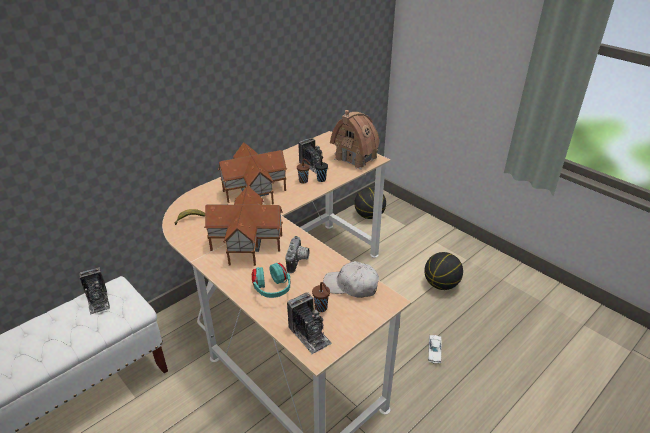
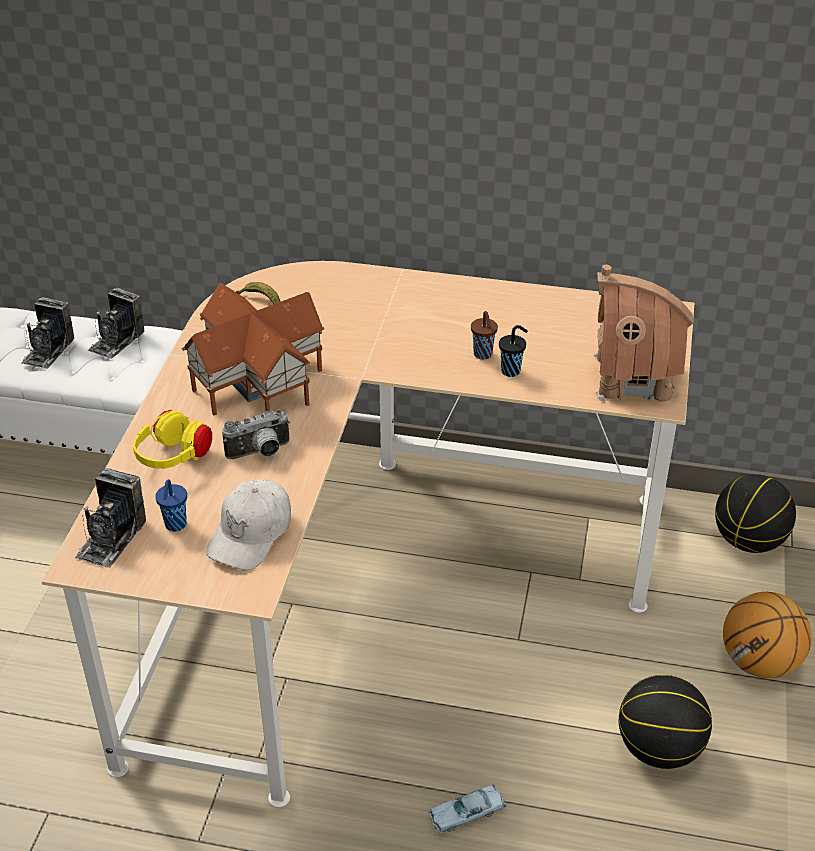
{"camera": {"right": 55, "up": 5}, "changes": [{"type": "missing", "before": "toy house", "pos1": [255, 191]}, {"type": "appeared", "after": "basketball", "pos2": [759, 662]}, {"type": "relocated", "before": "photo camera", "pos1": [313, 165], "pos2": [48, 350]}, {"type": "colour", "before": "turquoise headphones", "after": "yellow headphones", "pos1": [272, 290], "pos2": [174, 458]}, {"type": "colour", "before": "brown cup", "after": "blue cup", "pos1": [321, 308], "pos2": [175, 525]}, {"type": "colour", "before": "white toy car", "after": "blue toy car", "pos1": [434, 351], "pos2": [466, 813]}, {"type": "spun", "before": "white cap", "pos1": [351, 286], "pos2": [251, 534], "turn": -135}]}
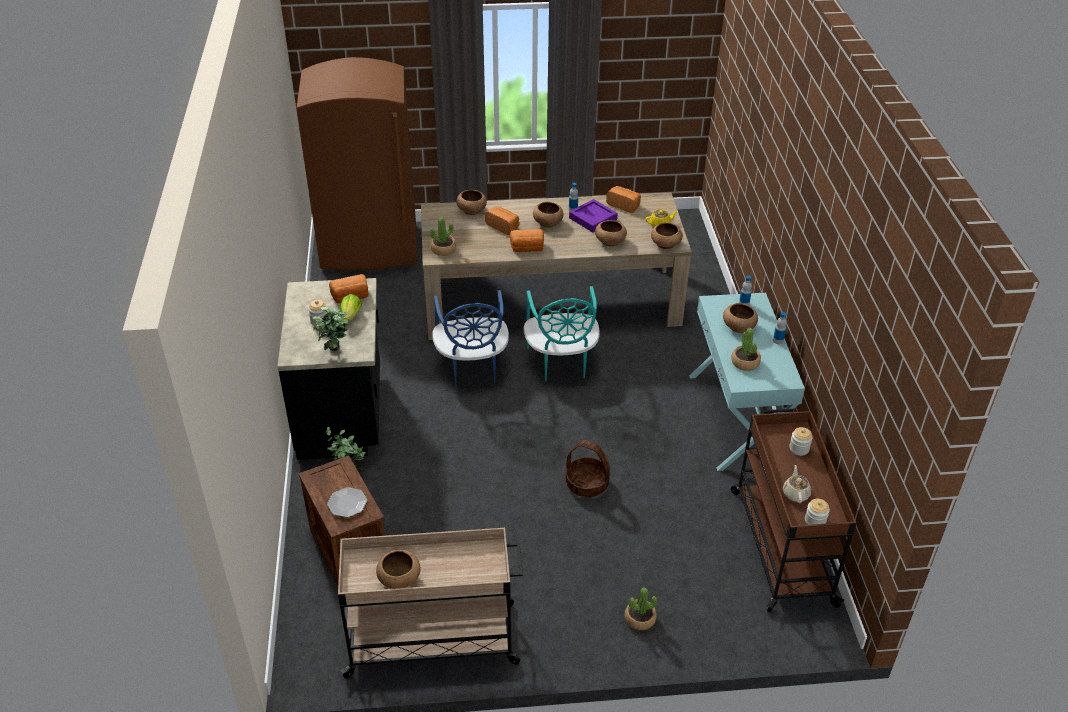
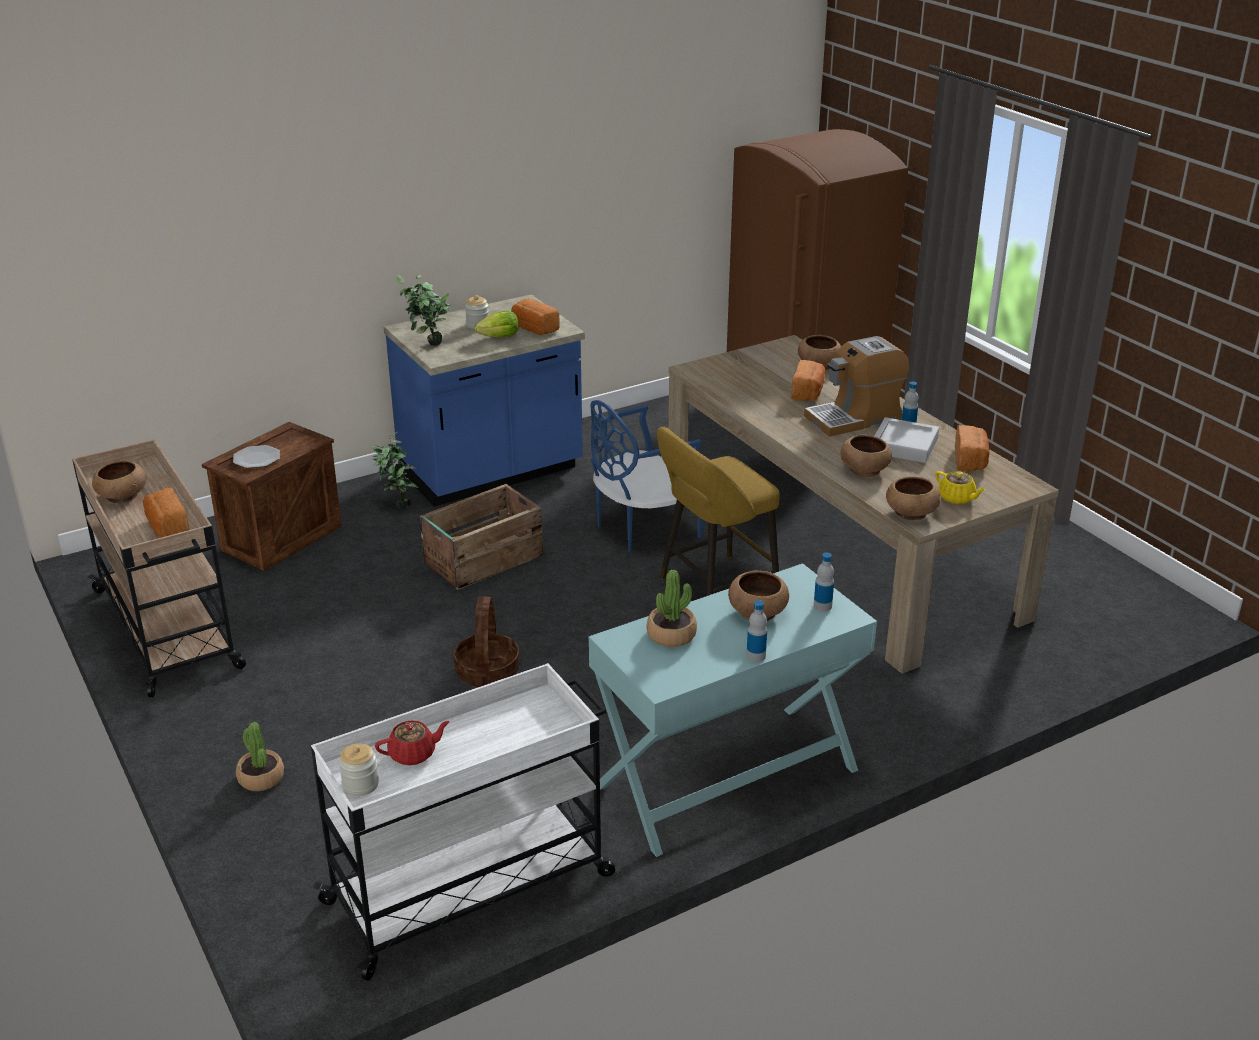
{"camera": {"right": 65, "up": -10}, "changes": [{"type": "missing", "before": "potted plant", "pos1": [443, 249]}, {"type": "missing", "before": "jar", "pos1": [799, 449]}, {"type": "appeared", "after": "crate", "pos2": [482, 560]}, {"type": "relocated", "before": "bread", "pos1": [527, 249], "pos2": [167, 527]}, {"type": "exchanged", "before": "turquoise chair", "after": "yellow stool", "pos1": [561, 363], "pos2": [713, 590]}, {"type": "exchanged", "before": "brown bowl", "after": "coffee machine", "pos1": [548, 222], "pos2": [854, 418]}, {"type": "colour", "before": "black counter", "after": "blue counter", "pos1": [343, 413], "pos2": [491, 472]}, {"type": "colour", "before": "purple tray", "after": "grey tray", "pos1": [593, 219], "pos2": [904, 446]}, {"type": "colour", "before": "brown cart", "after": "white cart", "pos1": [781, 545], "pos2": [472, 888]}, {"type": "colour", "before": "beige teapot", "after": "red teapot", "pos1": [795, 493], "pos2": [413, 754]}]}
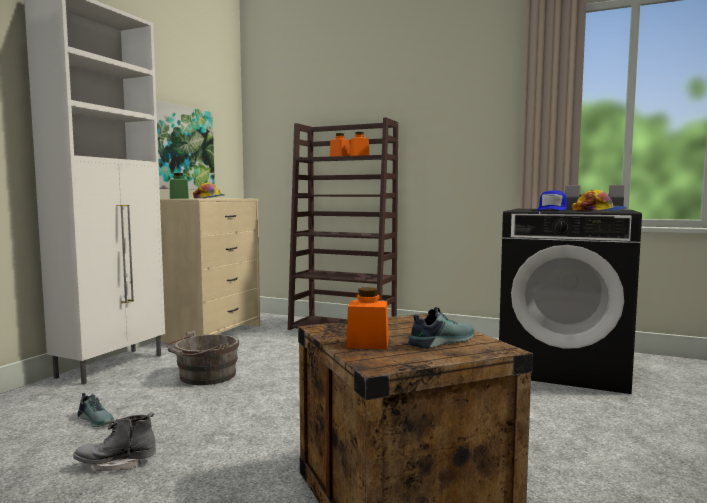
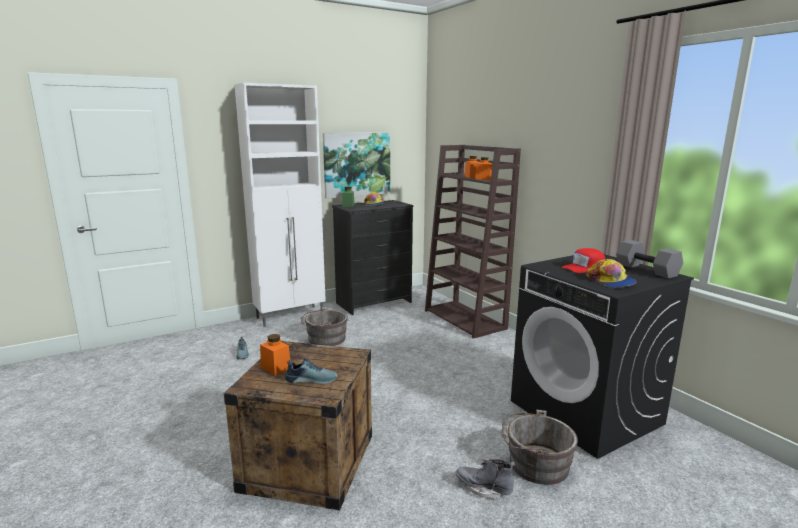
{"camera": {"right": 35, "up": 10}, "changes": [{"type": "appeared", "after": "grey bucket", "pos2": [535, 464]}, {"type": "relocated", "before": "grey boot", "pos1": [116, 464], "pos2": [484, 489]}, {"type": "colour", "before": "beige dresser", "after": "black dresser", "pos1": [214, 333], "pos2": [374, 303]}, {"type": "colour", "before": "blue cap", "after": "red cap", "pos1": [552, 210], "pos2": [584, 267]}]}
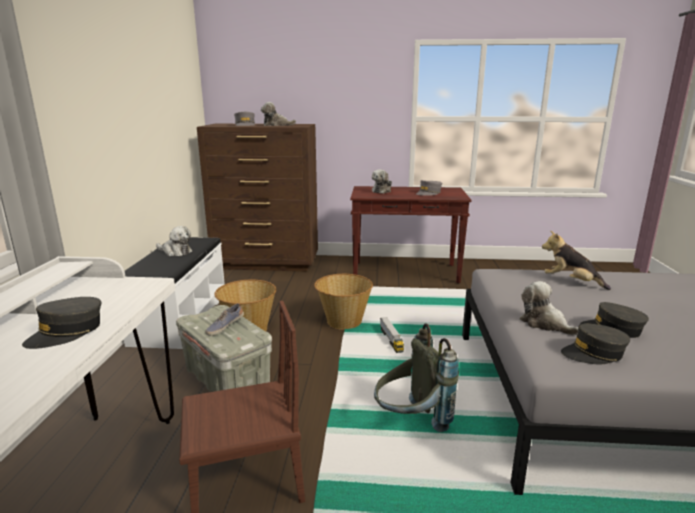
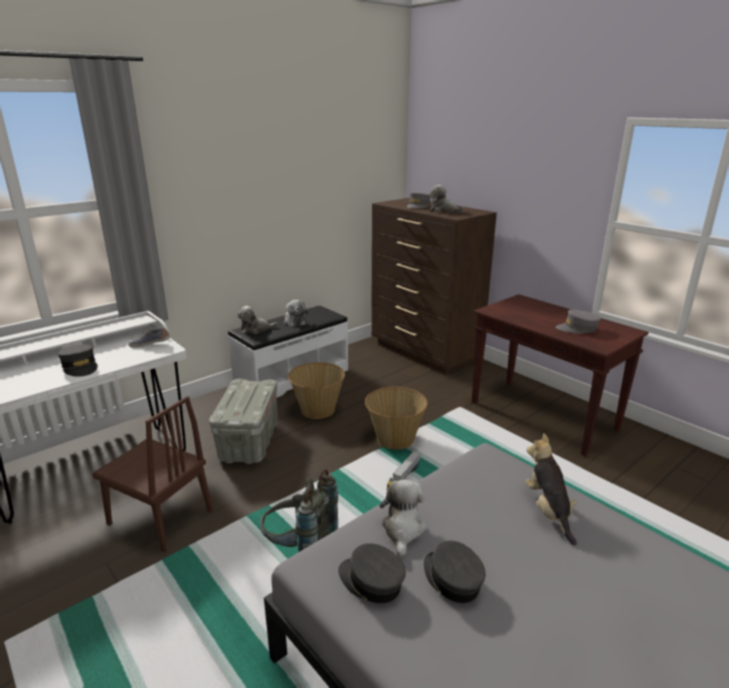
{"camera": {"right": 45, "up": 5}, "changes": [{"type": "relocated", "before": "shoe", "pos1": [224, 326], "pos2": [150, 344]}, {"type": "relocated", "before": "plush toy", "pos1": [382, 191], "pos2": [256, 329]}, {"type": "spun", "before": "grey cap", "pos1": [67, 332], "pos2": [80, 367], "turn": -120}]}
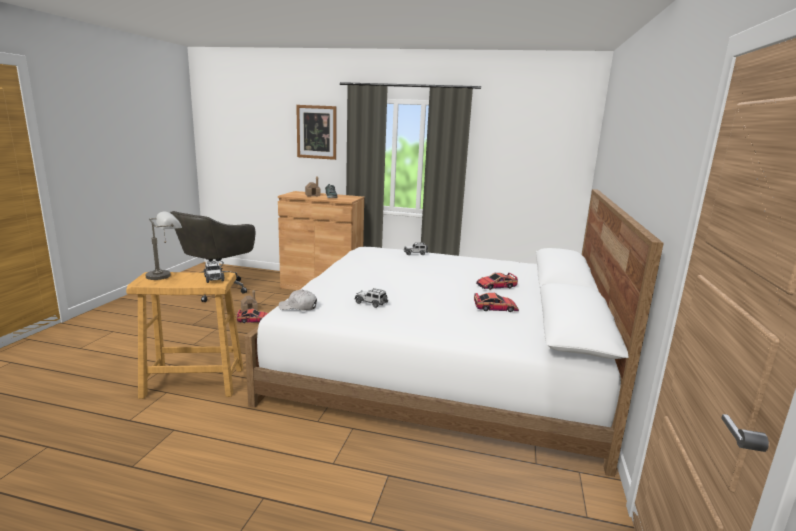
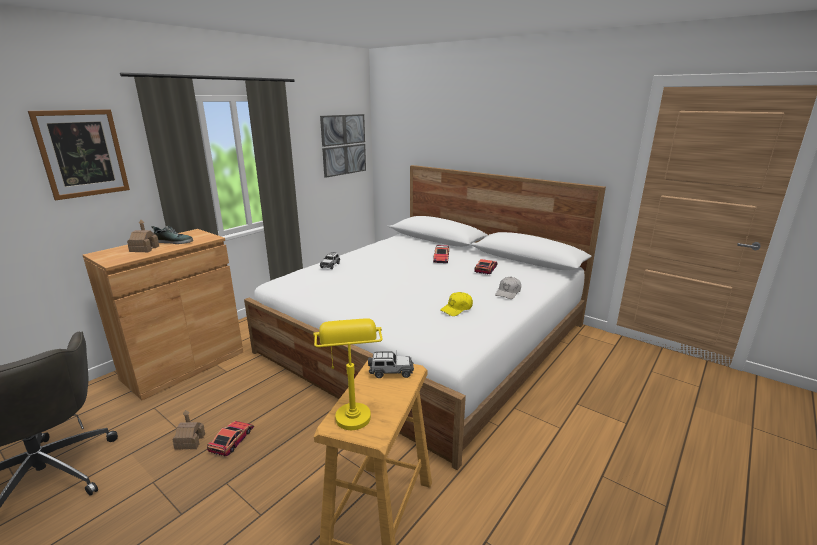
{"camera": {"right": -65, "up": 5}, "changes": [{"type": "appeared", "after": "picture", "pos2": [343, 145]}, {"type": "relocated", "before": "white cap", "pos1": [298, 307], "pos2": [508, 292]}, {"type": "exchanged", "before": "toy car", "after": "yellow cap", "pos1": [371, 303], "pos2": [457, 309]}, {"type": "colour", "before": "grey table lamp", "after": "yellow table lamp", "pos1": [166, 275], "pos2": [351, 410]}]}
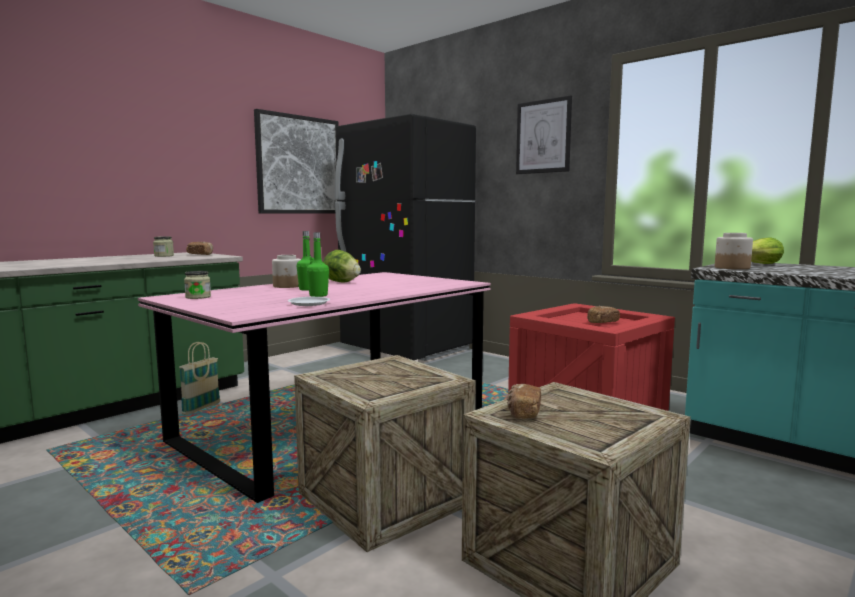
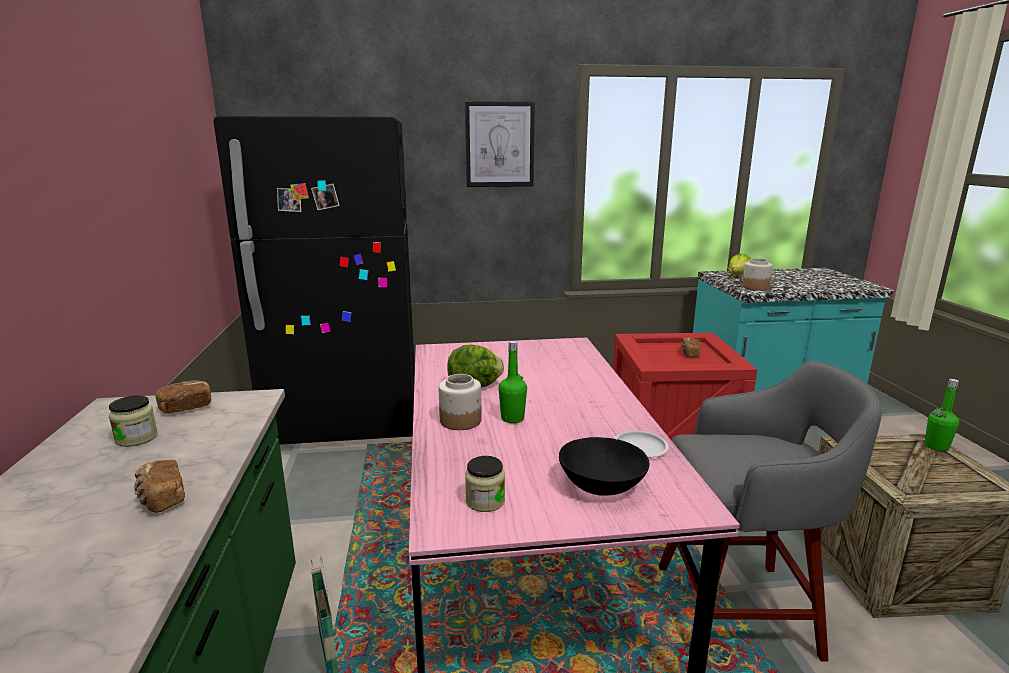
{"camera": {"right": -50, "up": 10}, "changes": [{"type": "missing", "before": "picture", "pos1": [298, 165]}, {"type": "appeared", "after": "black bowl", "pos2": [602, 485]}, {"type": "relocated", "before": "green bottle", "pos1": [318, 295], "pos2": [936, 446]}, {"type": "relocated", "before": "bread", "pos1": [523, 413], "pos2": [161, 499]}, {"type": "exchanged", "before": "crate", "after": "grey stool", "pos1": [385, 499], "pos2": [741, 610]}]}
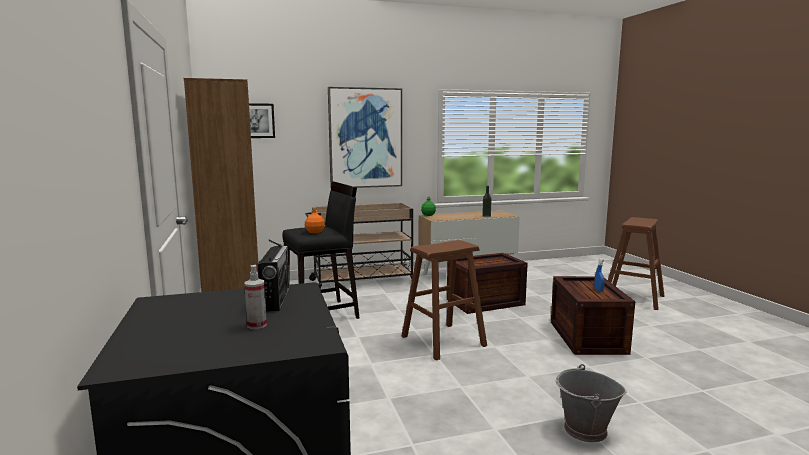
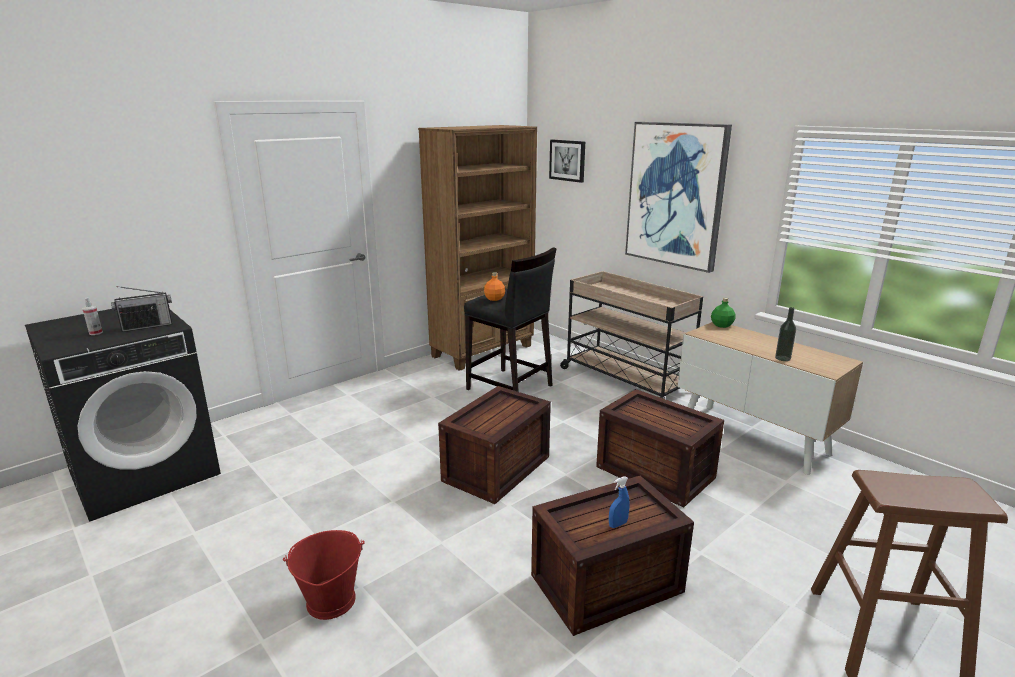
{"camera": {"right": 65, "up": 10}, "changes": [{"type": "exchanged", "before": "brown stool", "after": "crate", "pos1": [443, 341], "pos2": [497, 468]}, {"type": "colour", "before": "grey bucket", "after": "red bucket", "pos1": [585, 430], "pos2": [330, 601]}]}
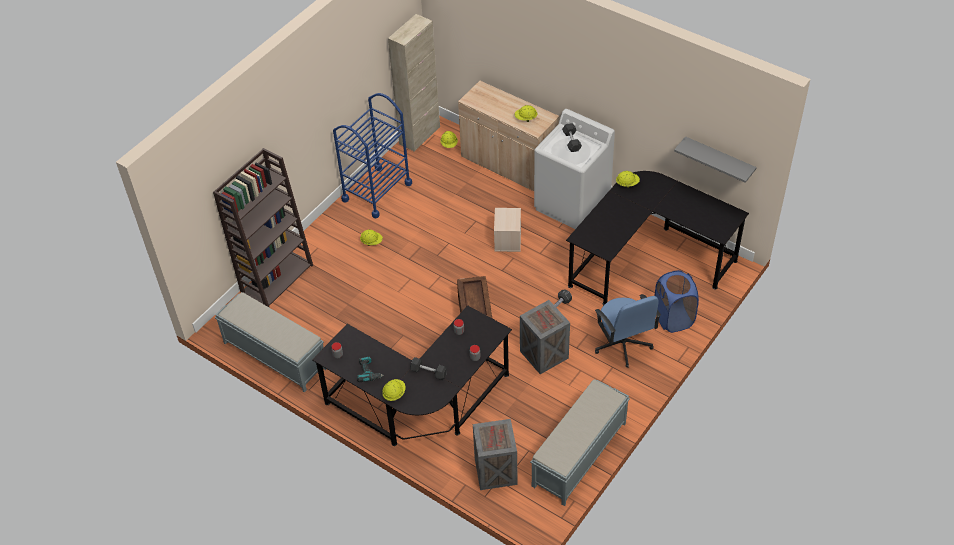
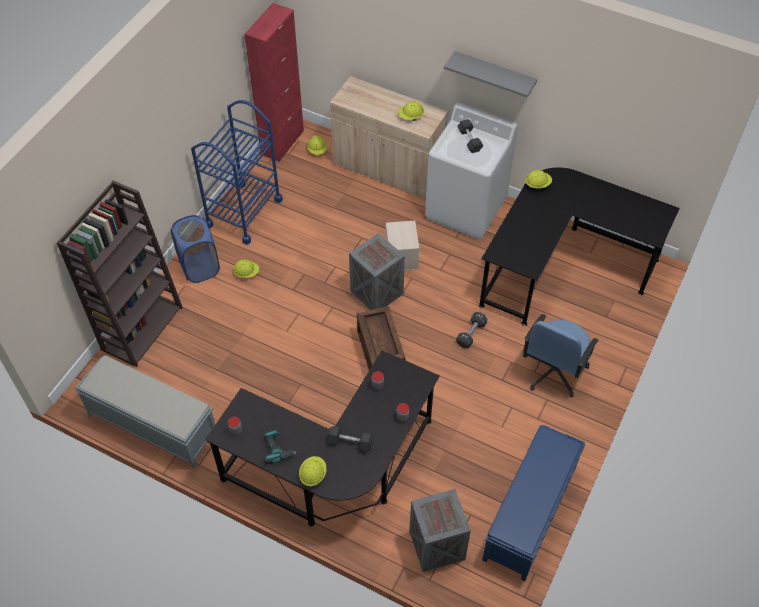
{"camera": {"right": -10, "up": 5}, "changes": [{"type": "relocated", "before": "crate", "pos1": [544, 355], "pos2": [376, 293]}, {"type": "relocated", "before": "blue laundry basket", "pos1": [673, 318], "pos2": [199, 267]}, {"type": "relocated", "before": "grey shelf", "pos1": [719, 159], "pos2": [494, 74]}, {"type": "colour", "before": "beige cabinet", "after": "red cabinet", "pos1": [420, 135], "pos2": [282, 142]}, {"type": "colour", "before": "grey bench", "after": "blue bench", "pos1": [579, 455], "pos2": [529, 514]}, {"type": "spun", "before": "blue office chair", "pos1": [622, 344], "pos2": [553, 371], "turn": 60}]}
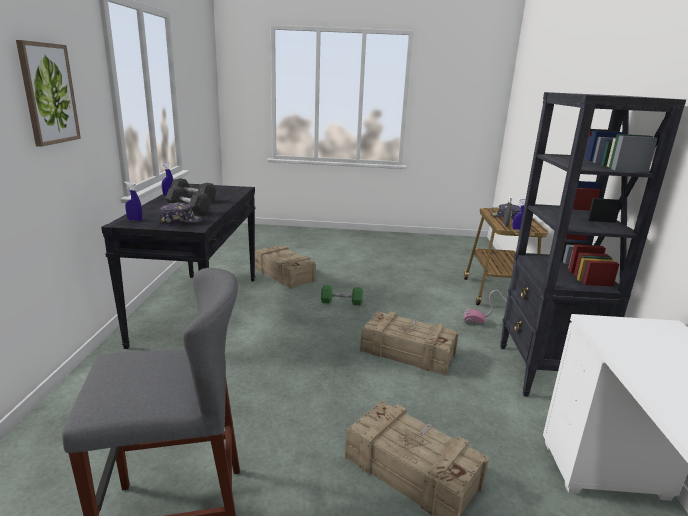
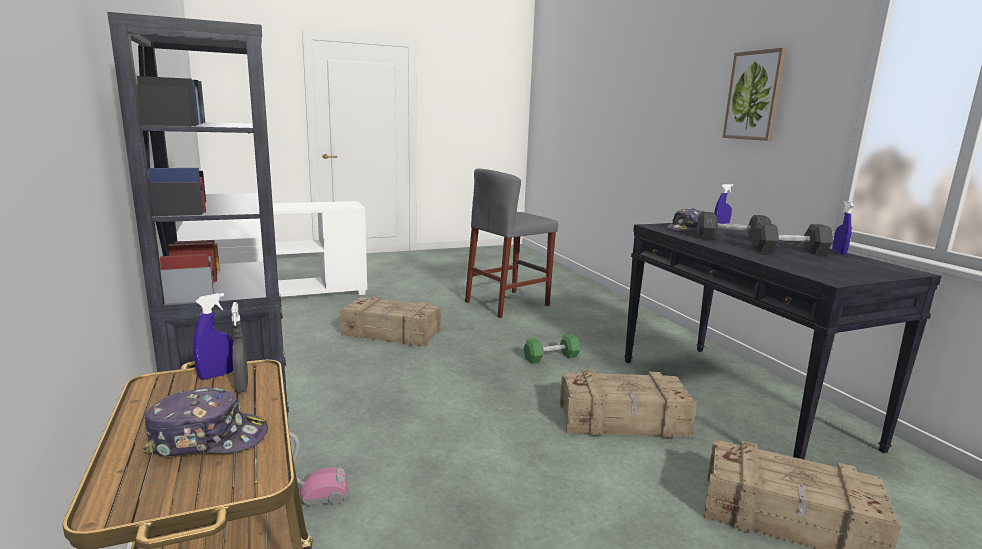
{"camera": {"right": 155, "up": -5}, "changes": [{"type": "relocated", "before": "green dumbbell", "pos1": [341, 302], "pos2": [551, 357]}, {"type": "relocated", "before": "crate", "pos1": [407, 352], "pos2": [623, 420]}]}
